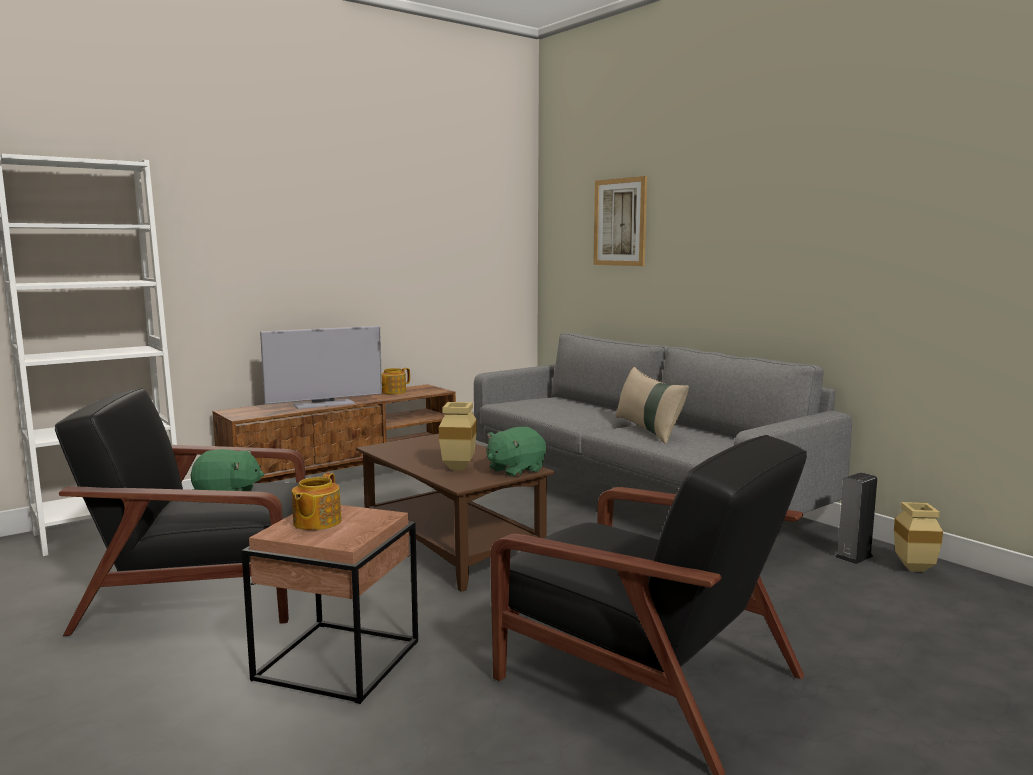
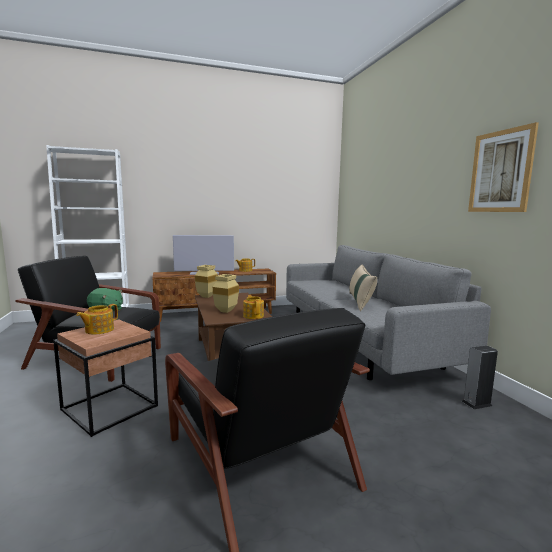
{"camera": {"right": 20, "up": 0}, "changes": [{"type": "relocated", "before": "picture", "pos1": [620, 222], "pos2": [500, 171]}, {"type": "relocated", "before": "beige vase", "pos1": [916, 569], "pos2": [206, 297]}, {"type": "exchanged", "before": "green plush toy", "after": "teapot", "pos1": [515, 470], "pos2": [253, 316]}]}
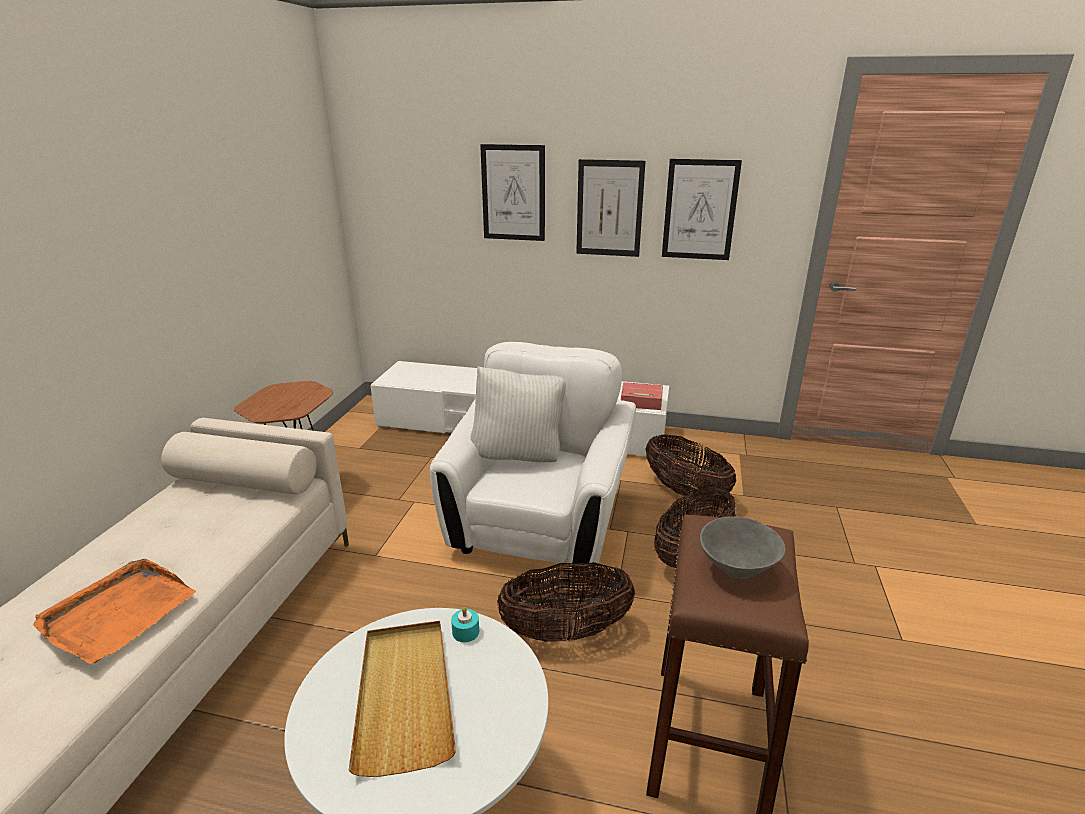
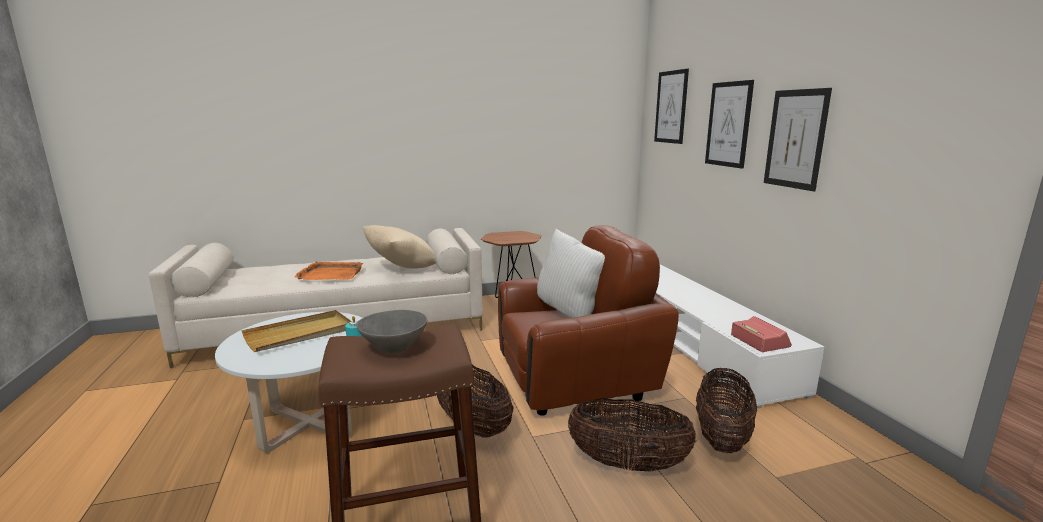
{"camera": {"right": 60, "up": -10}, "changes": [{"type": "appeared", "after": "beige pillow", "pos2": [402, 269]}, {"type": "relocated", "before": "picture", "pos1": [700, 210], "pos2": [671, 107]}, {"type": "colour", "before": "white armchair", "after": "brown armchair", "pos1": [539, 523], "pos2": [576, 380]}]}
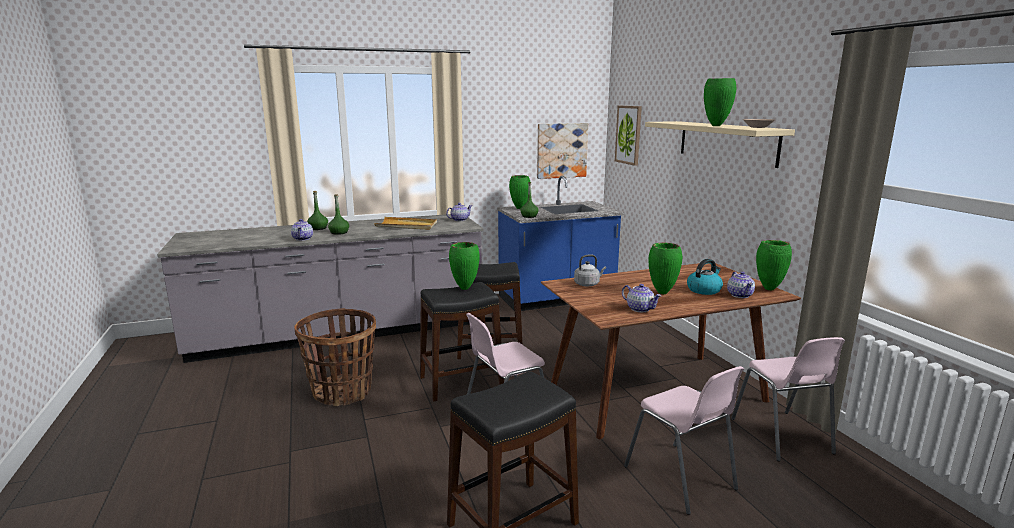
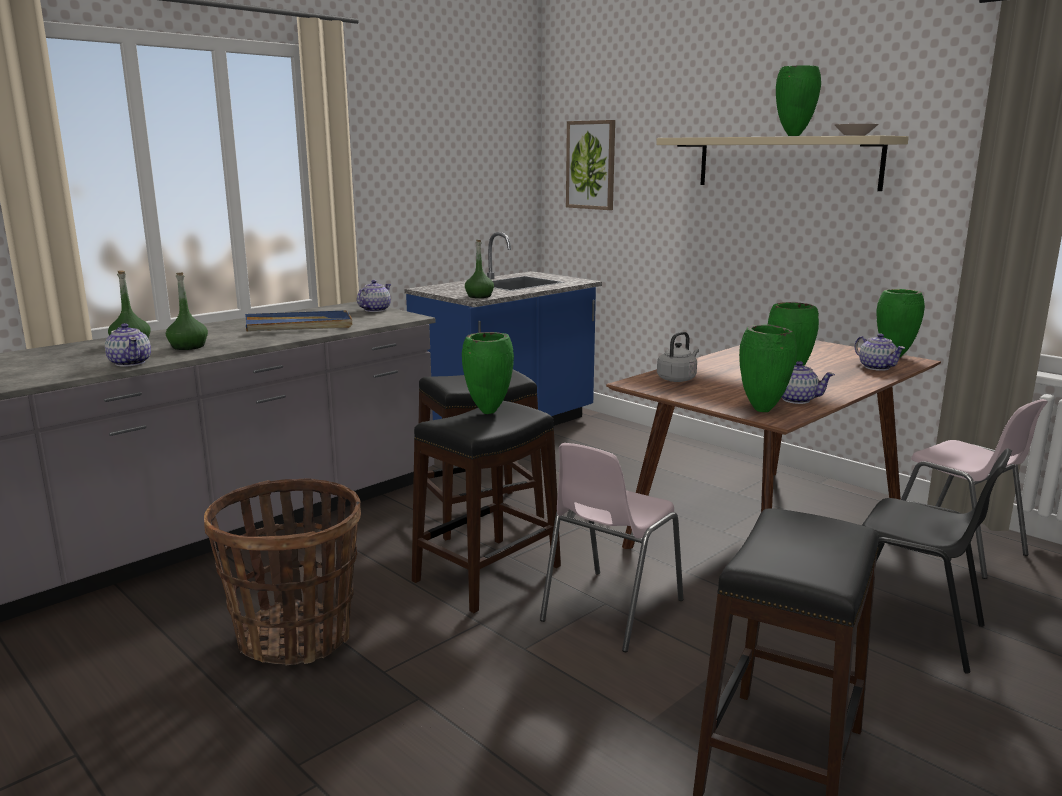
{"camera": {"right": -25, "up": 0}, "changes": [{"type": "missing", "before": "picture", "pos1": [561, 150]}, {"type": "missing", "before": "kettle", "pos1": [704, 290]}, {"type": "relocated", "before": "green vase", "pos1": [520, 208], "pos2": [763, 410]}, {"type": "colour", "before": "beige tray", "after": "blue tray", "pos1": [407, 226], "pos2": [299, 325]}, {"type": "colour", "before": "pink chair", "after": "black chair", "pos1": [680, 478], "pos2": [910, 630]}]}
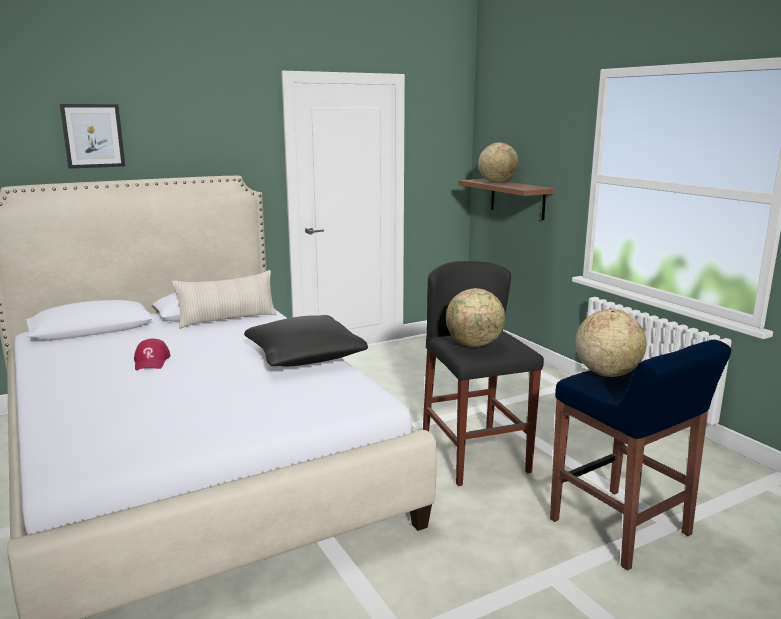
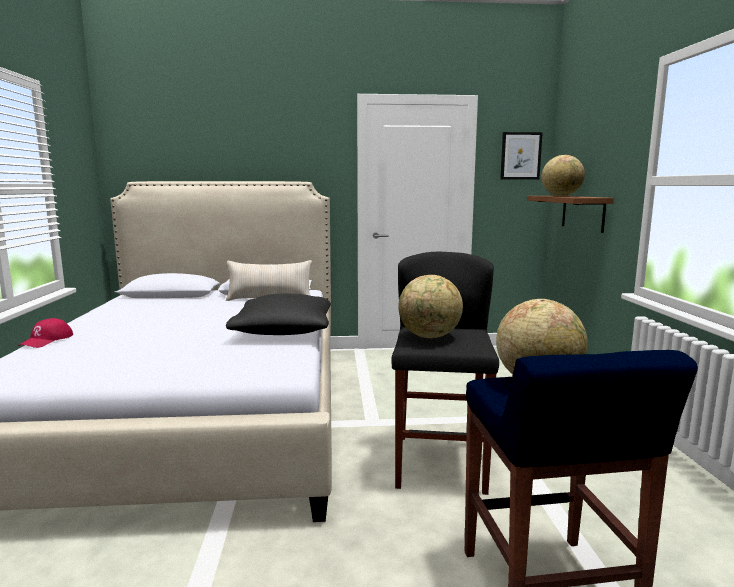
{"camera": {"right": 25, "up": -5}, "changes": [{"type": "relocated", "before": "picture", "pos1": [93, 136], "pos2": [520, 156]}, {"type": "relocated", "before": "red cap", "pos1": [151, 361], "pos2": [47, 340]}]}
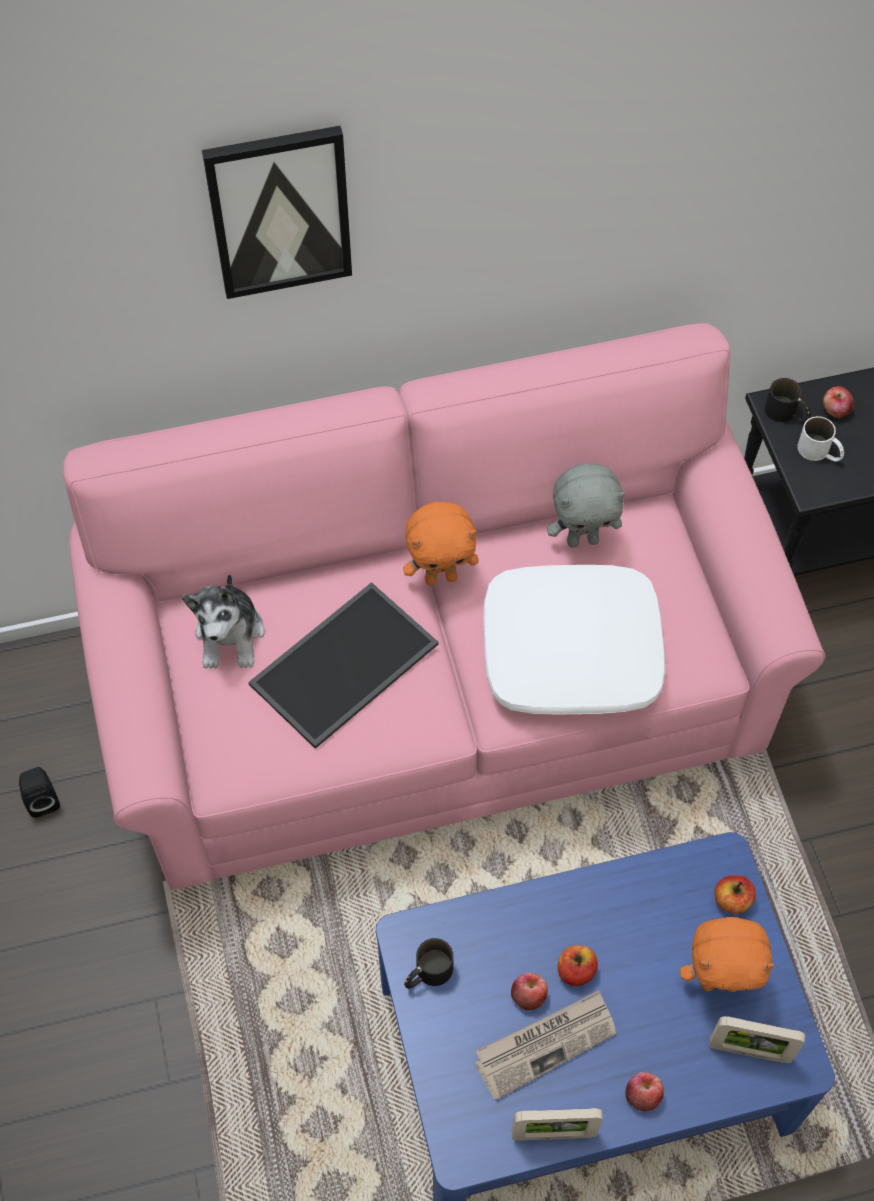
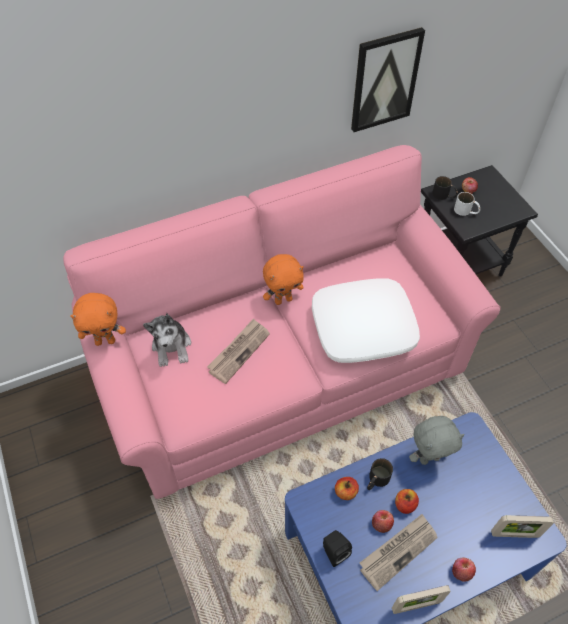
{"camera": {"right": -10, "up": -5}, "changes": [{"type": "relocated", "before": "black speaker", "pos1": [42, 799], "pos2": [334, 552]}, {"type": "relocated", "before": "picture", "pos1": [279, 211], "pos2": [384, 80]}, {"type": "relocated", "before": "black mug", "pos1": [427, 974], "pos2": [376, 480]}, {"type": "relocated", "before": "grey plush toy", "pos1": [583, 539], "pos2": [429, 458]}, {"type": "relocated", "before": "orange plush toy", "pos1": [719, 982], "pos2": [105, 341]}, {"type": "relocated", "before": "apple", "pos1": [732, 900], "pos2": [346, 492]}, {"type": "exchanged", "before": "tray", "after": "newspaper", "pos1": [343, 661], "pos2": [239, 351]}]}
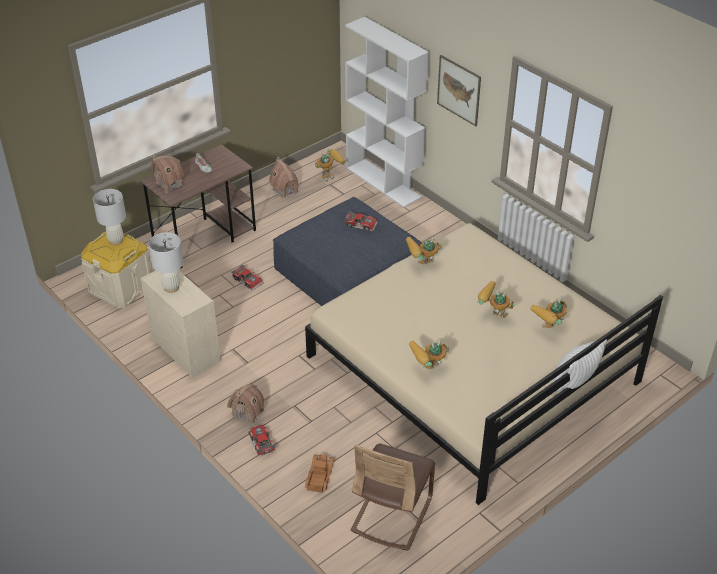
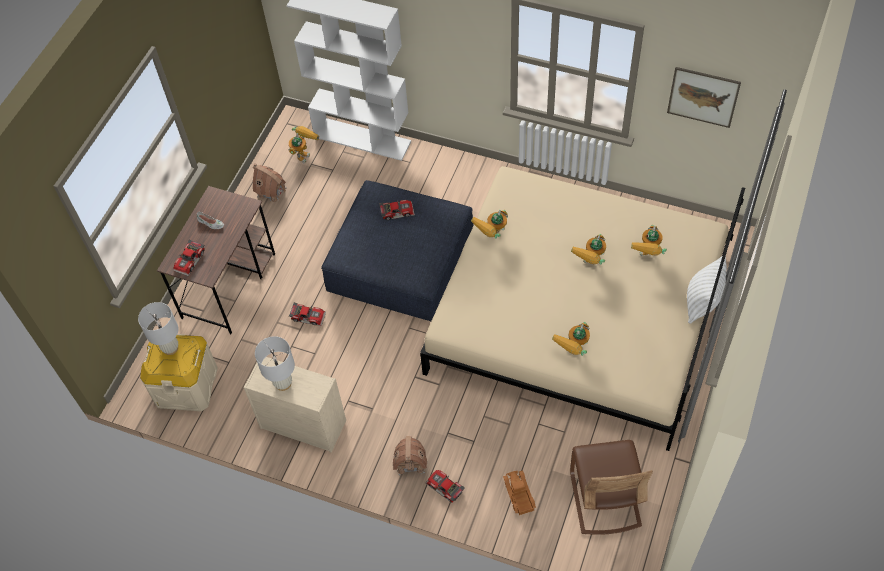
{"camera": {"right": -25, "up": 15}, "changes": [{"type": "relocated", "before": "picture", "pos1": [459, 90], "pos2": [703, 97]}, {"type": "exchanged", "before": "toy house", "after": "toy car", "pos1": [169, 184], "pos2": [190, 261]}, {"type": "spun", "before": "toy robot", "pos1": [492, 315], "pos2": [590, 264], "turn": -60}]}
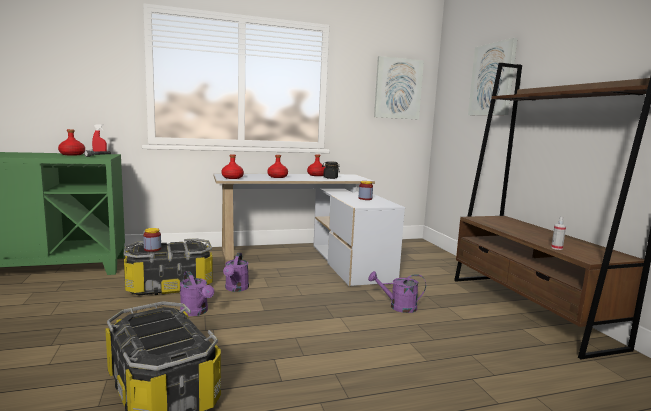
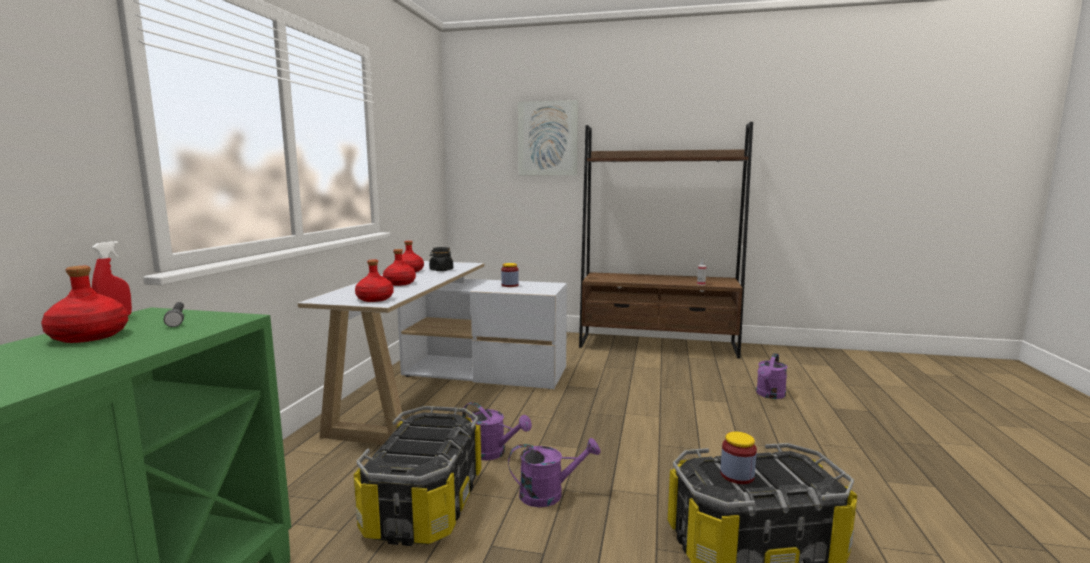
{"camera": {"right": -60, "up": 0}, "changes": [{"type": "missing", "before": "picture", "pos1": [398, 88]}, {"type": "relocated", "before": "jar", "pos1": [152, 249], "pos2": [737, 475]}, {"type": "relocated", "before": "purple watering can", "pos1": [398, 307], "pos2": [769, 395]}]}
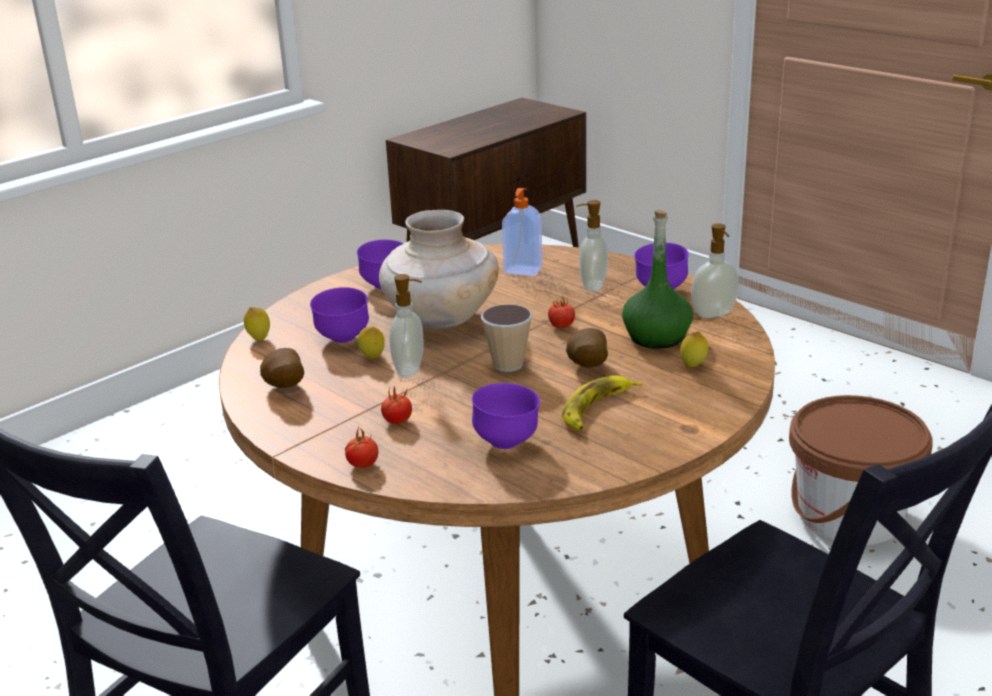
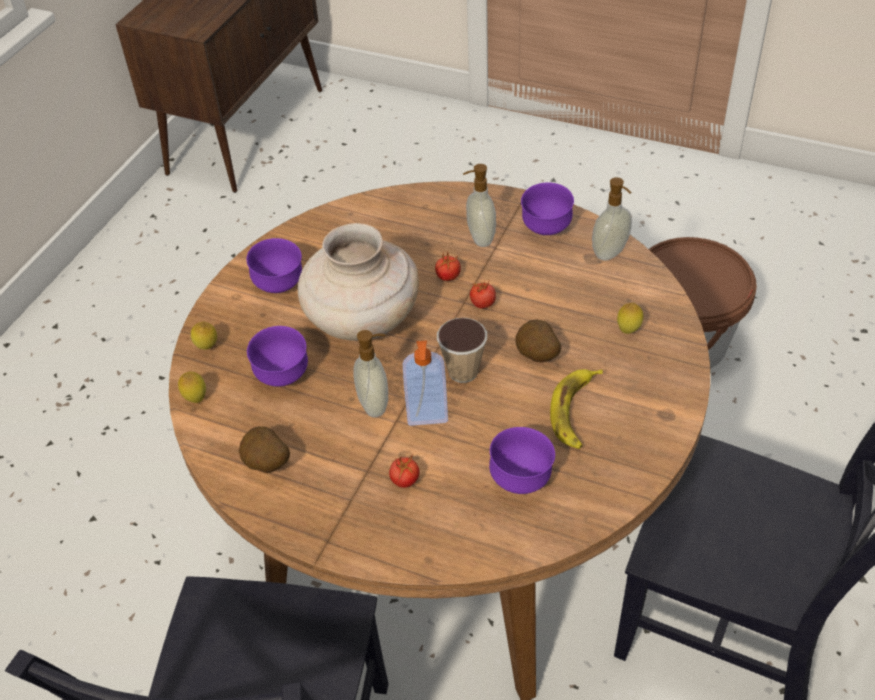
{"camera": {"right": -20, "up": 20}, "changes": [{"type": "missing", "before": "green bottle", "pos1": [657, 337]}, {"type": "relocated", "before": "tomato", "pos1": [362, 465], "pos2": [448, 277]}, {"type": "relocated", "before": "lemon", "pos1": [372, 358], "pos2": [207, 348]}, {"type": "relocated", "before": "soap dispenser", "pos1": [522, 271], "pos2": [427, 415]}]}
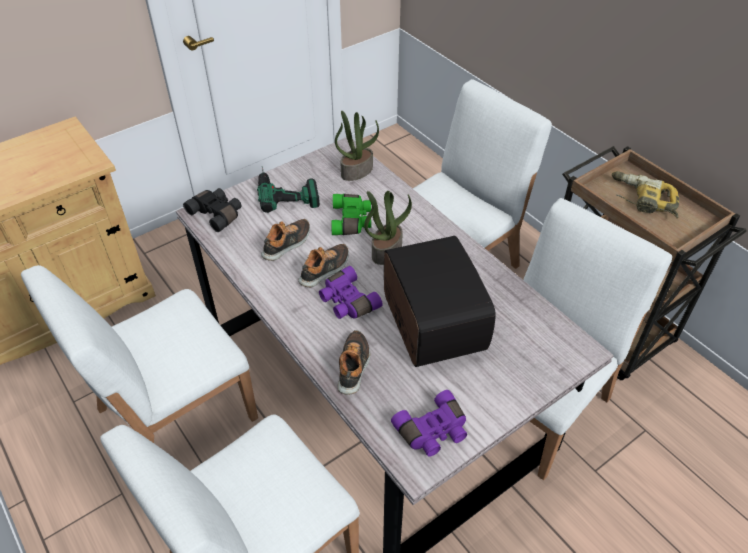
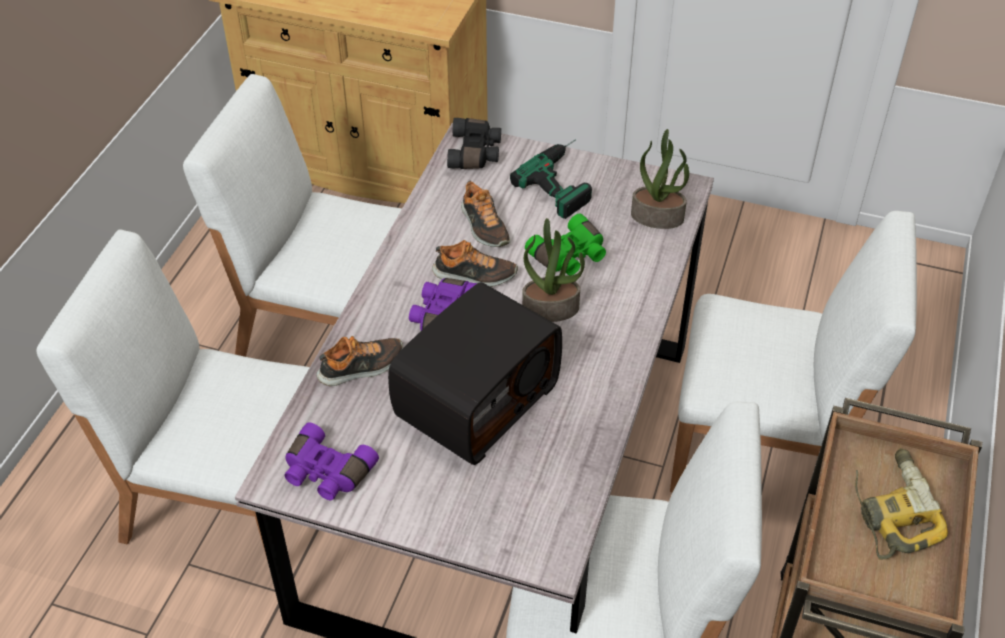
{"camera": {"right": 55, "up": 0}, "changes": [{"type": "spun", "before": "shoe", "pos1": [287, 244], "pos2": [484, 227], "turn": 60}]}
